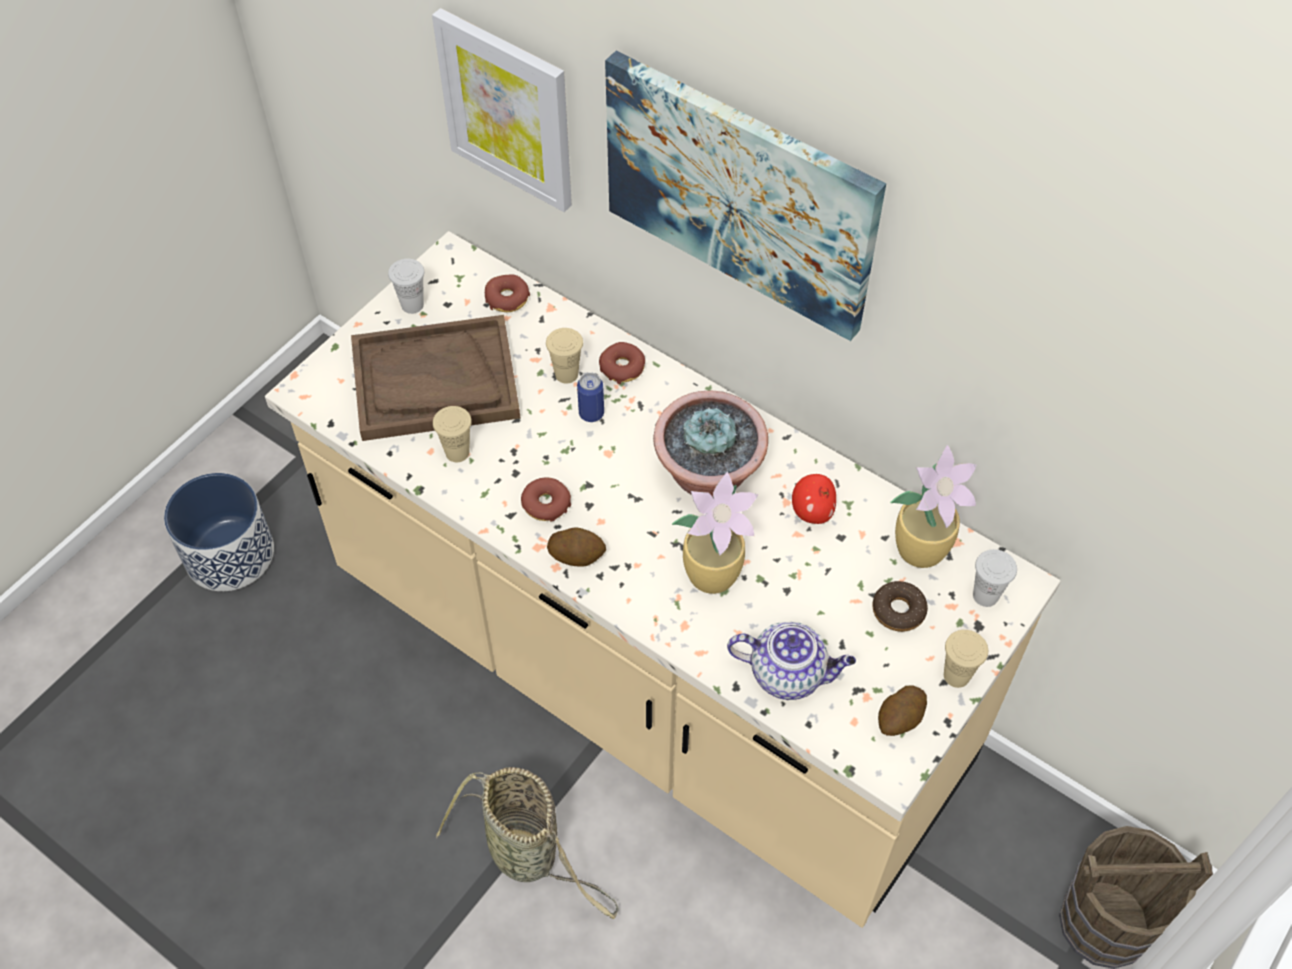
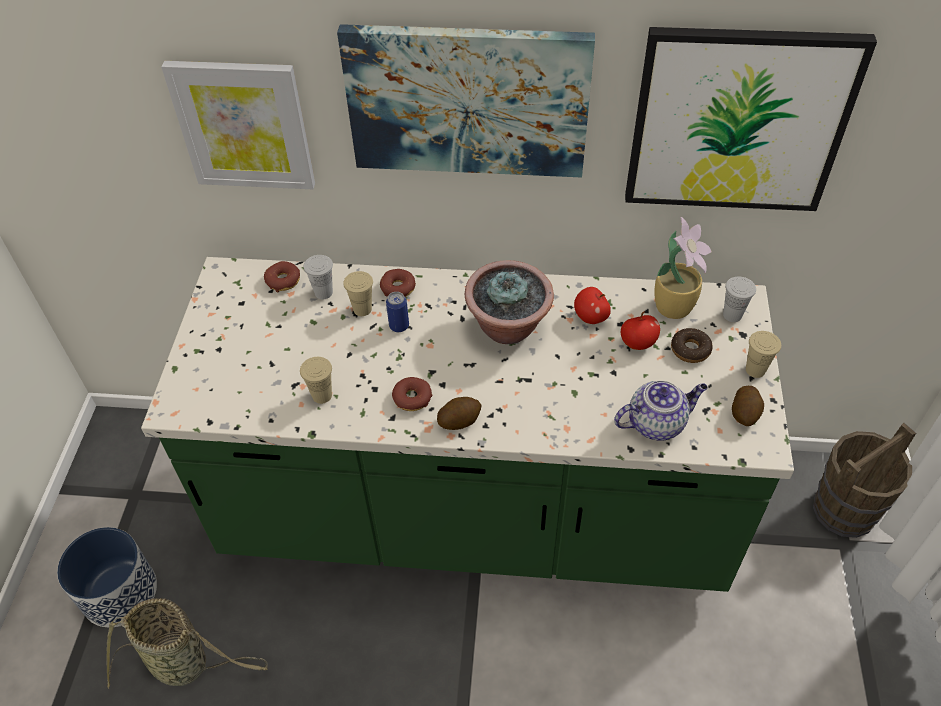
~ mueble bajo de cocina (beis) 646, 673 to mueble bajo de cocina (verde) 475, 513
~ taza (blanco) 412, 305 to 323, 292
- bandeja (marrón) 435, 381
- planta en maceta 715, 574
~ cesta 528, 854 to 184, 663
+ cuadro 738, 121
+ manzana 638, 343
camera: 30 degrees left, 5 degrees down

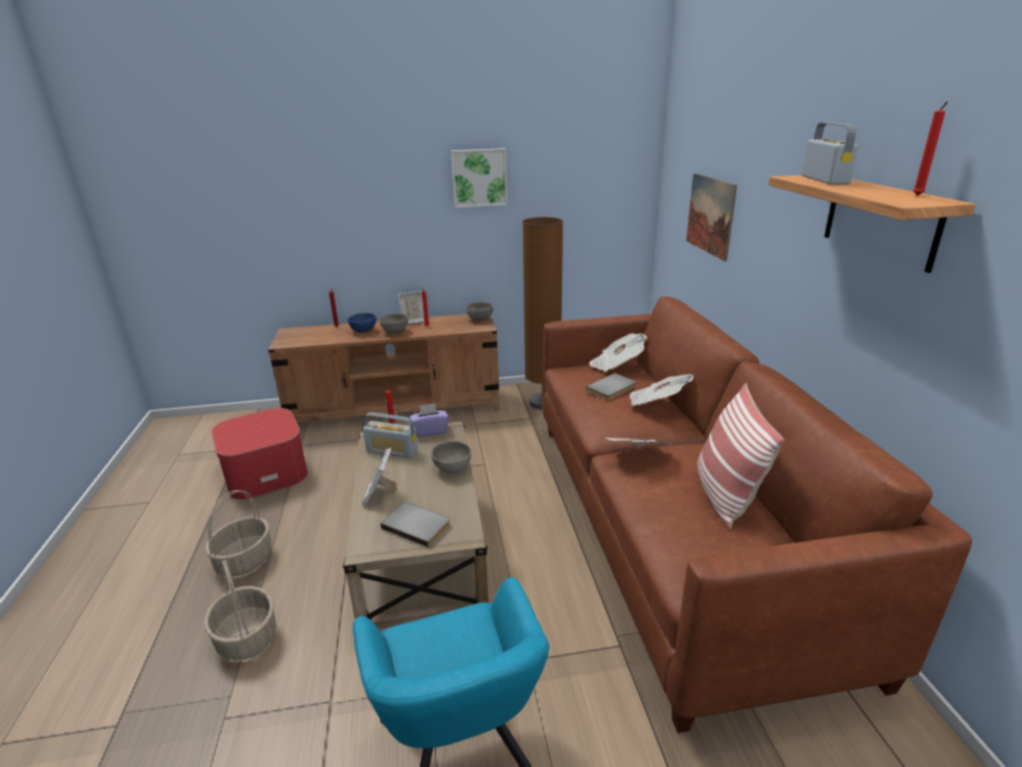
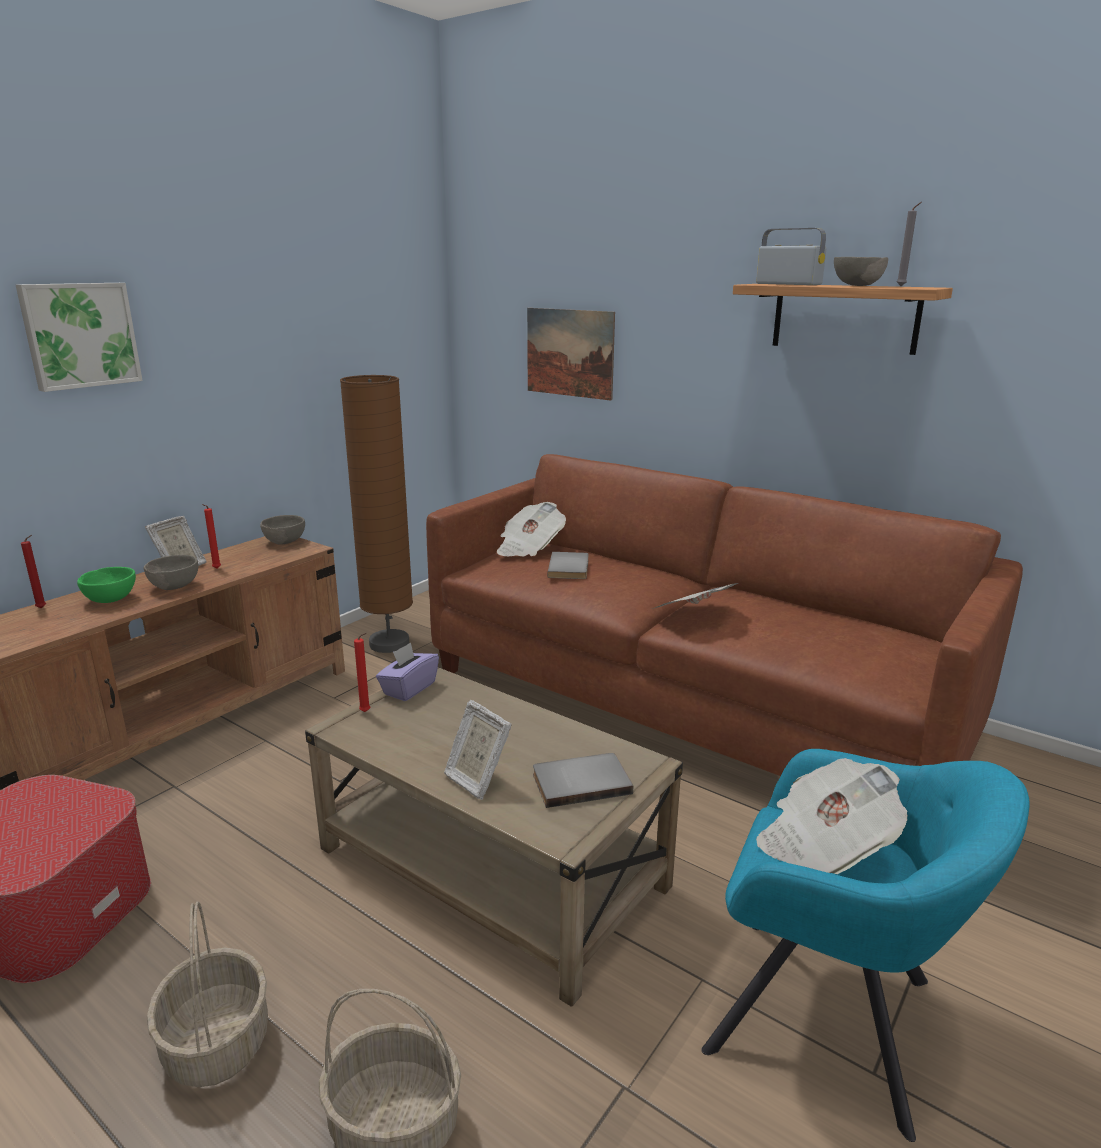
~ vela (rojo) 918, 196 to vela (gris) 902, 286
~ cuadro 479, 177 to 80, 335
~ cuenco (azul) 363, 331 to cuenco (verde) 111, 600
~ periódico 656, 403 to 824, 845
- cojín 725, 495
- radio 392, 451
~ cuenco (gris) 452, 469 to 858, 285
camera: 45 degrees left, 5 degrees down

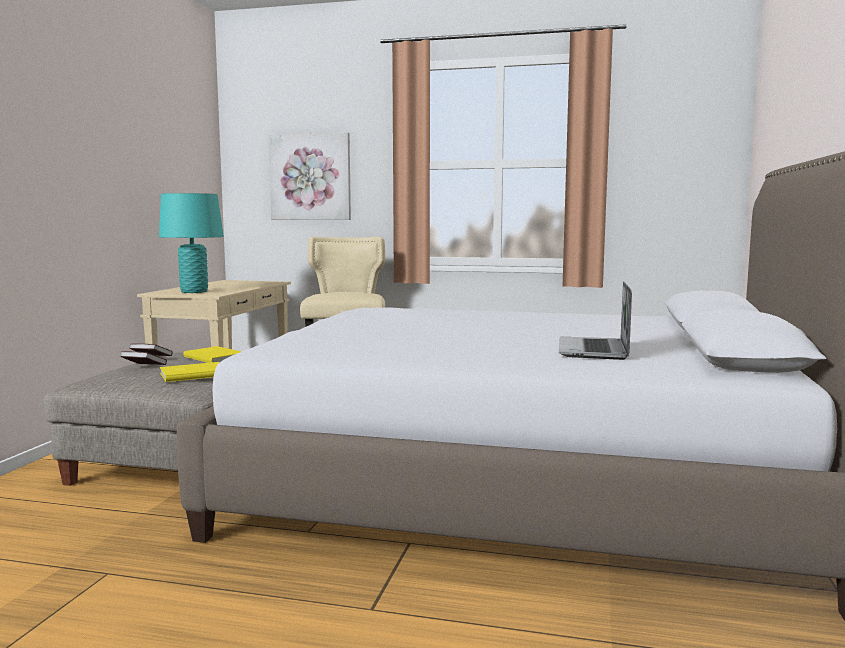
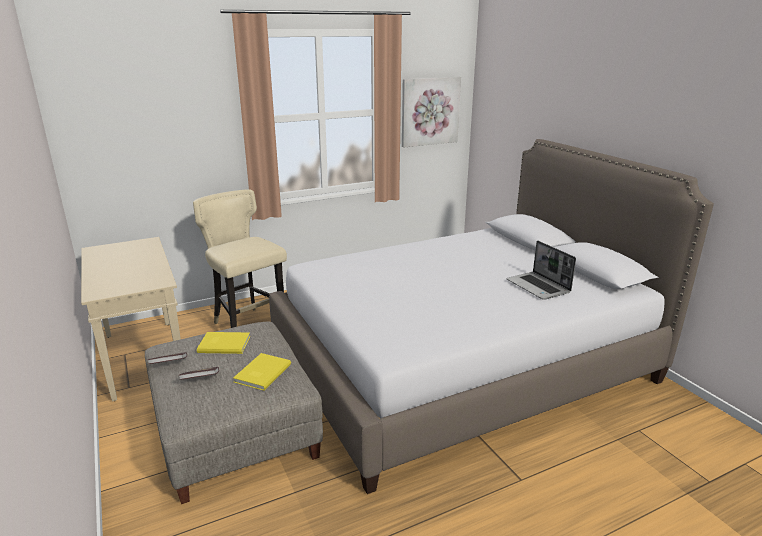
~ cuadro 310, 177 to 429, 111
- lámpara de mesa (turquesa) 194, 291
camera: 40 degrees left, 15 degrees up

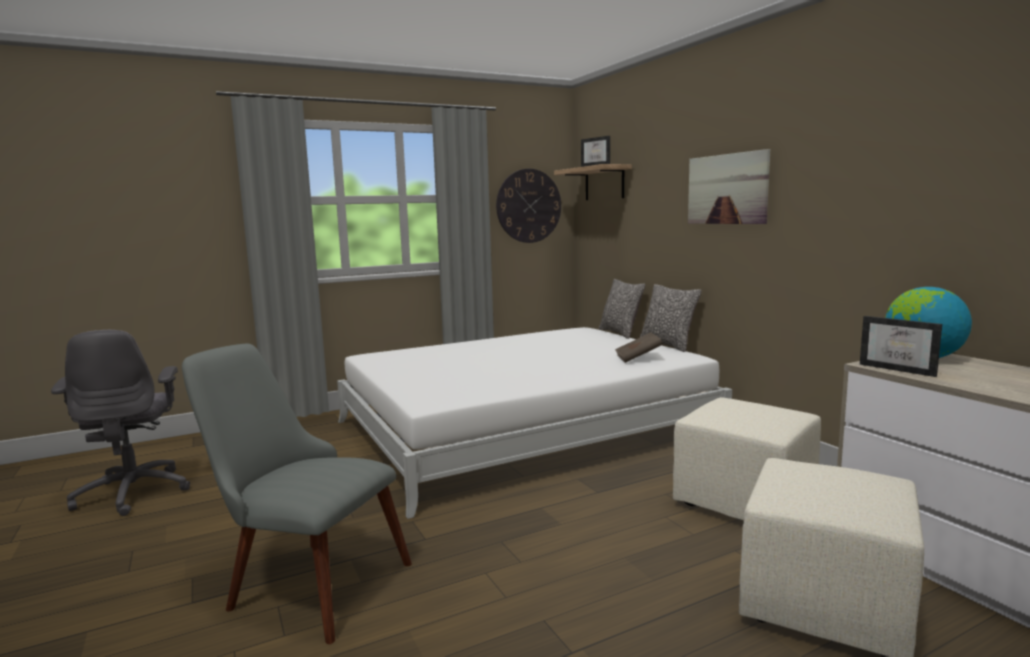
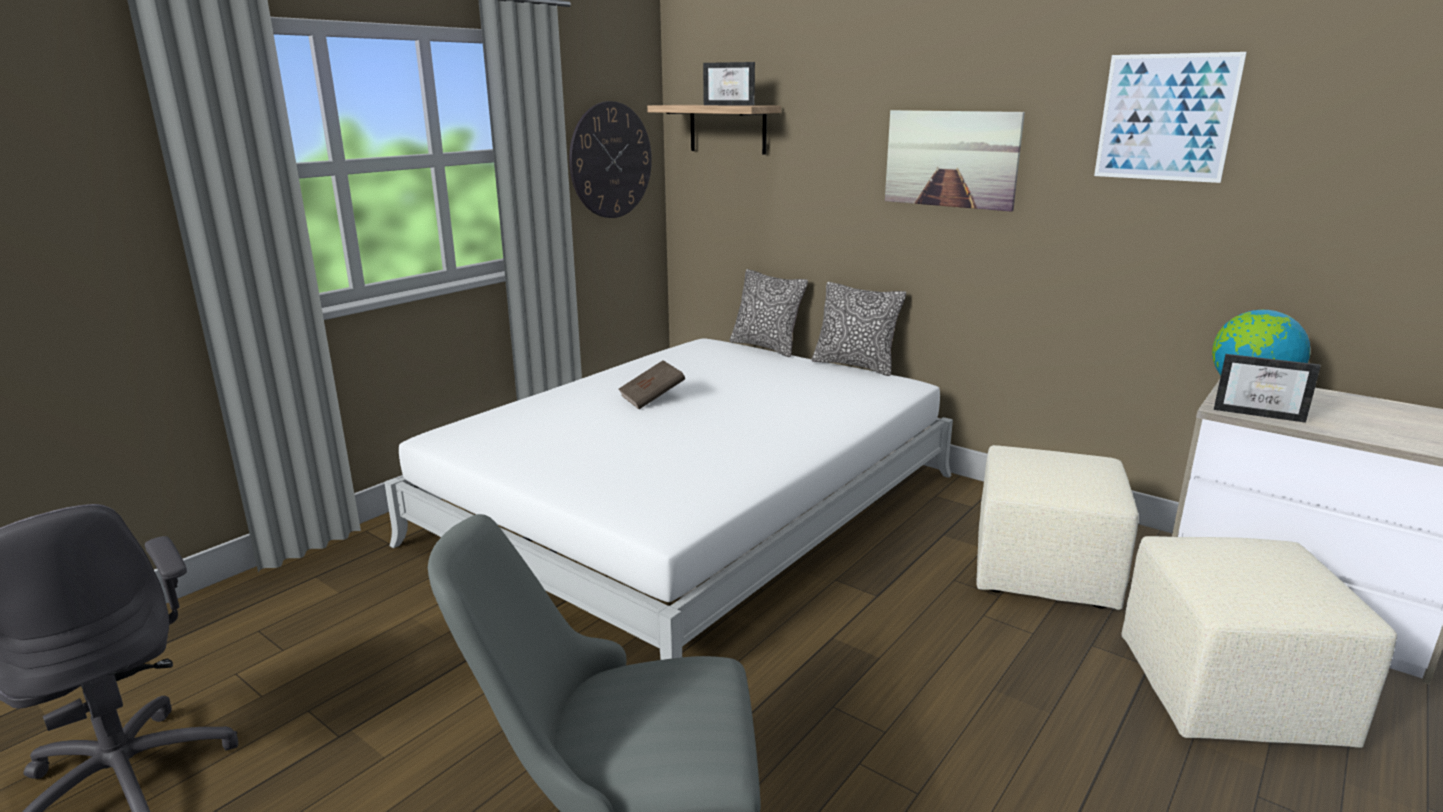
~ libro (marrón) 638, 358 to 652, 399
+ cuadro 1165, 117
camera: 25 degrees left, 10 degrees up

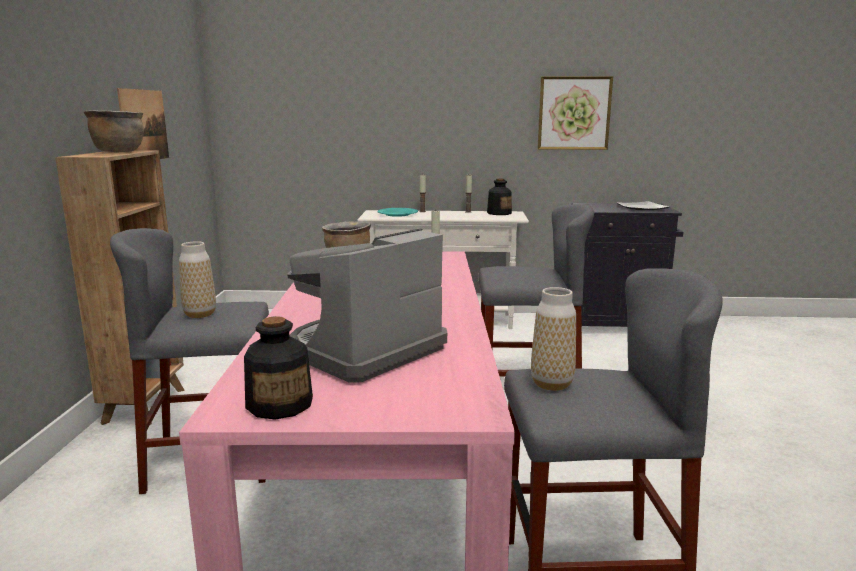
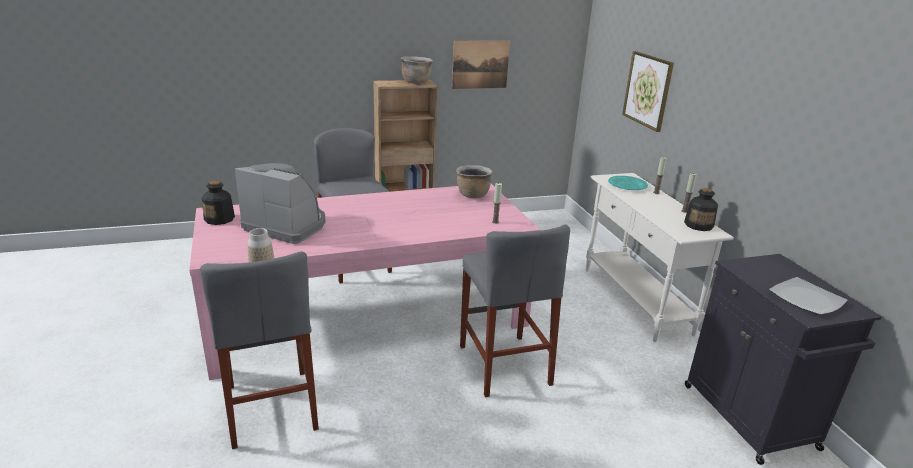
~ cuadro 574, 113 to 648, 90
- florero 200, 314
camera: 70 degrees right, 10 degrees up

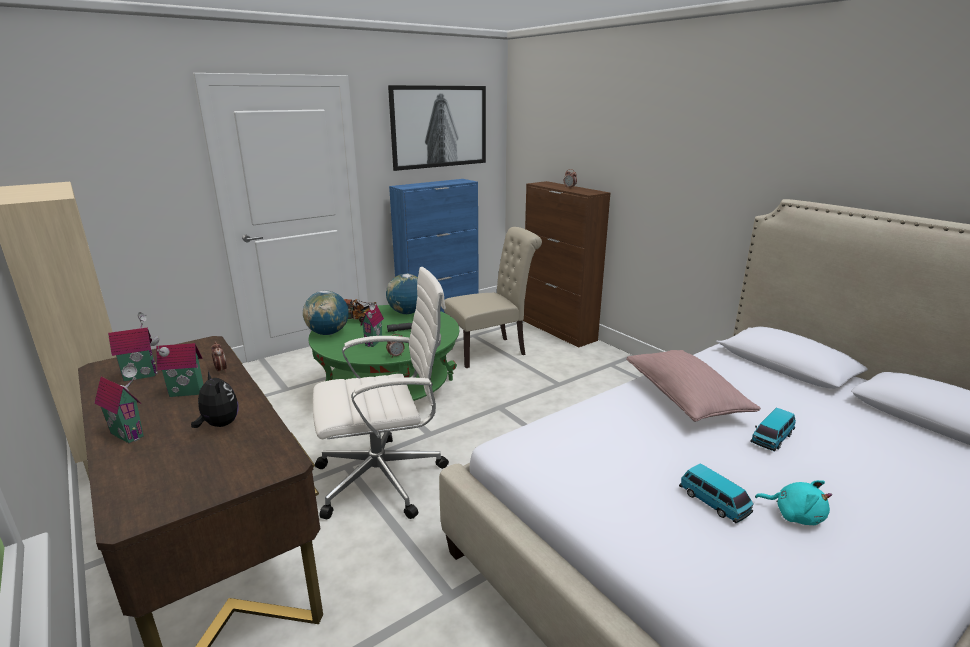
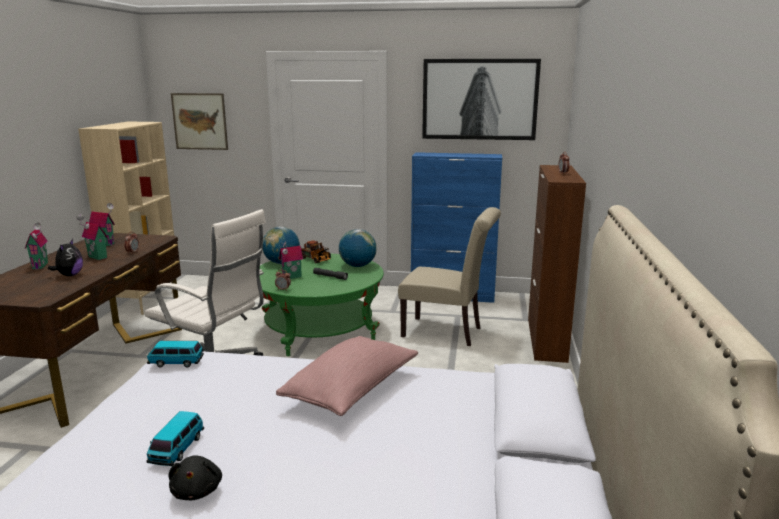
~ coche de juguete 772, 438 to 176, 362
~ peluche (turquesa) 794, 515 to peluche (negro) 197, 491
+ cuadro 200, 121
camera: 45 degrees right, 5 degrees down

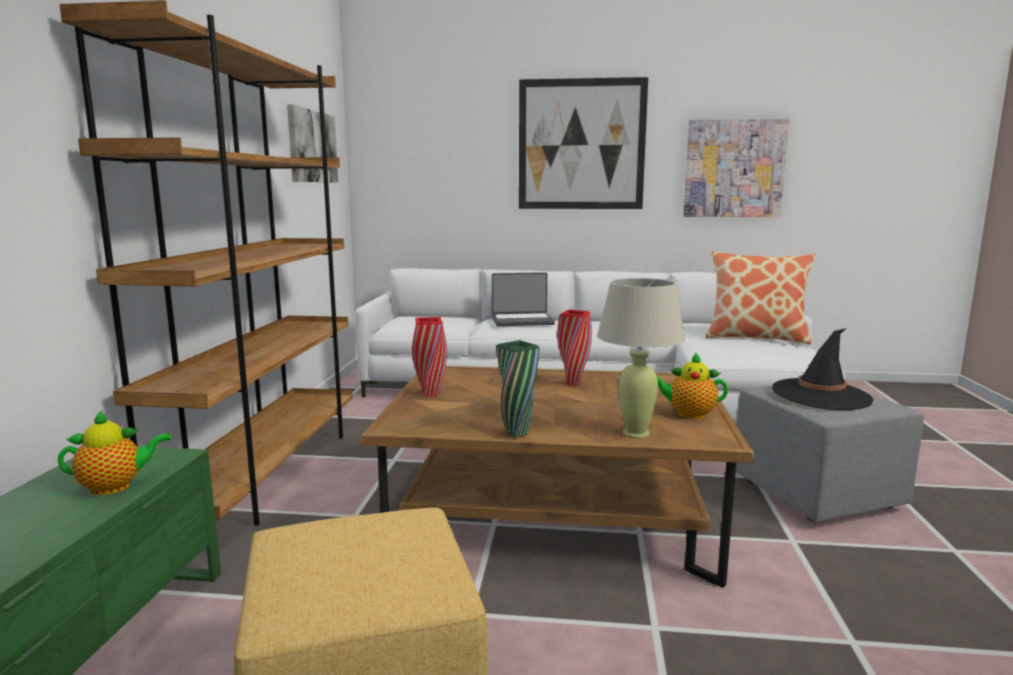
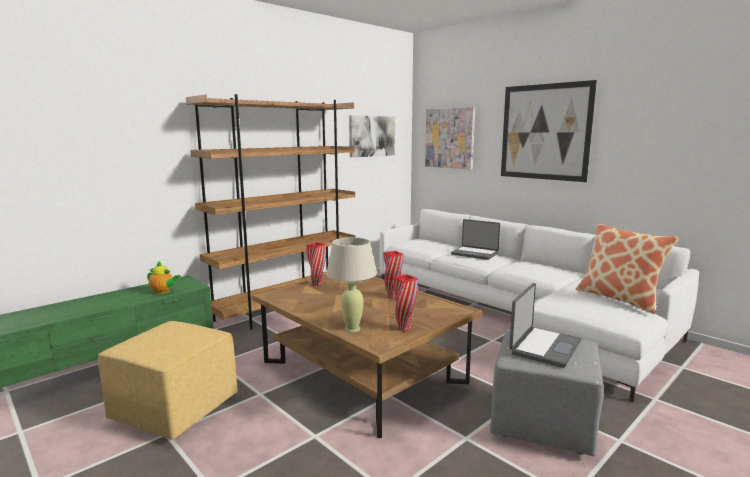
~ cuadro 734, 168 to 449, 138
~ sombrero (negro) 821, 395 to portátil 544, 347
- florero (verde) 517, 434
~ tetera 688, 414 to florero (rojo) 404, 329
camera: 40 degrees right, 0 degrees up

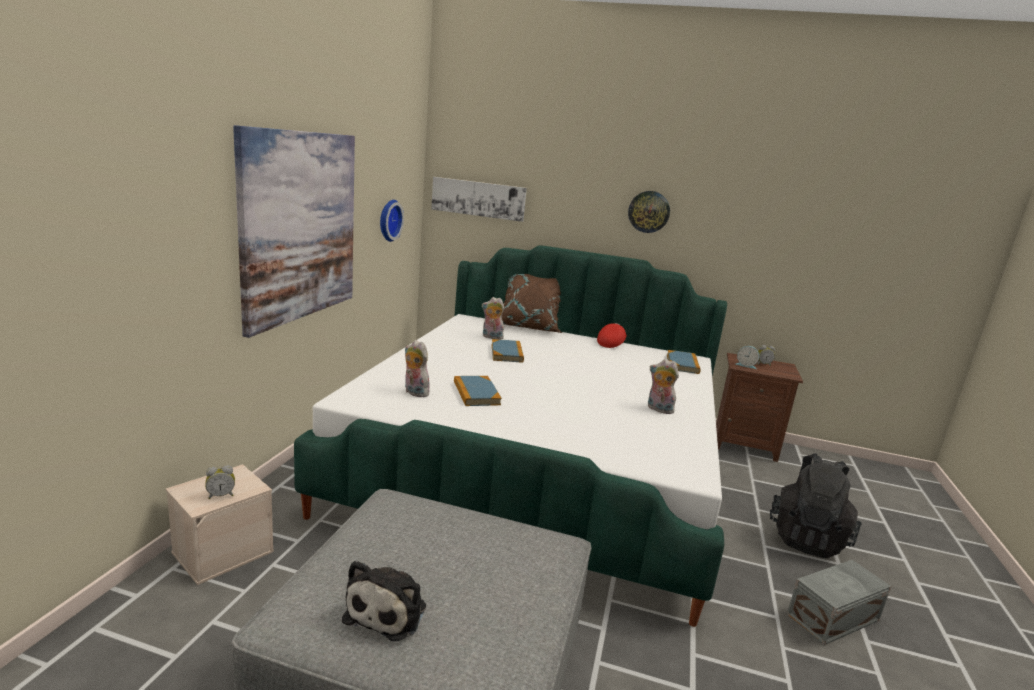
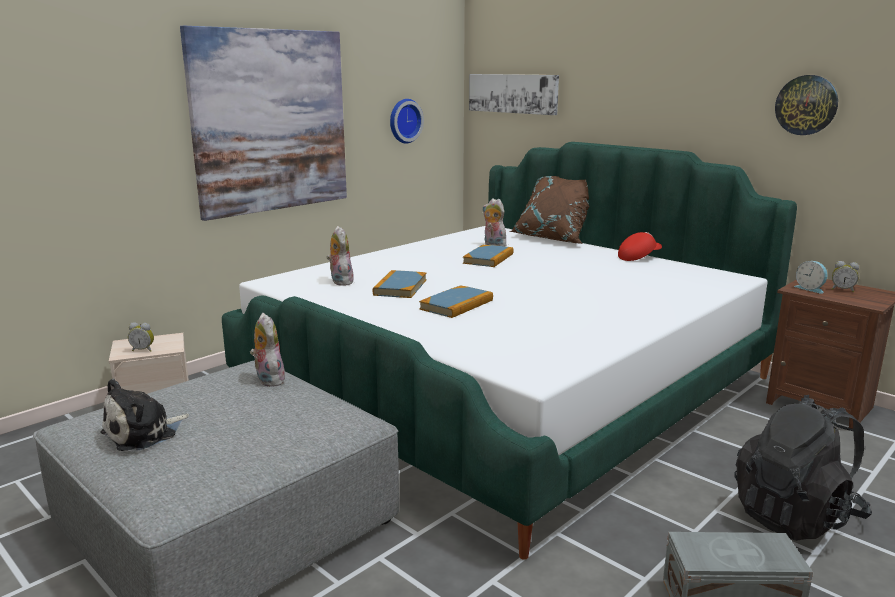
~ reloj de pared 649, 211 to 806, 105
~ libro 682, 364 to 457, 305
~ peluche 658, 409 to 268, 380
camera: 30 degrees right, 0 degrees up

